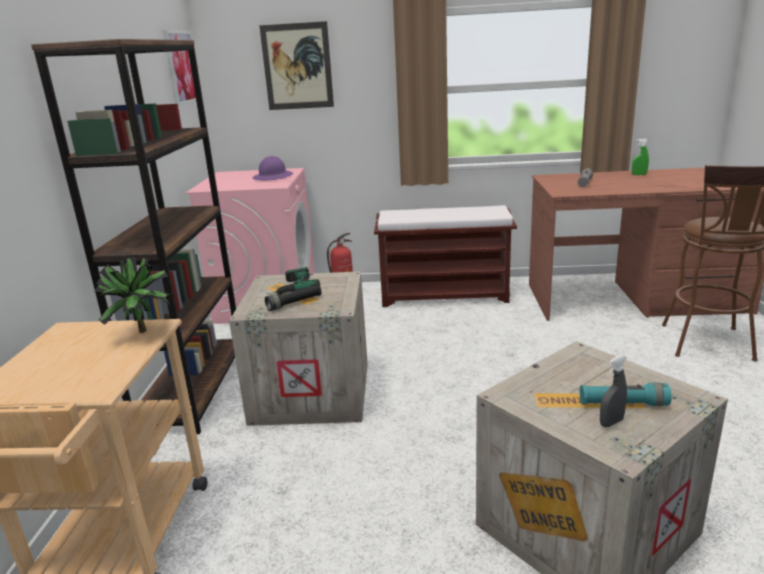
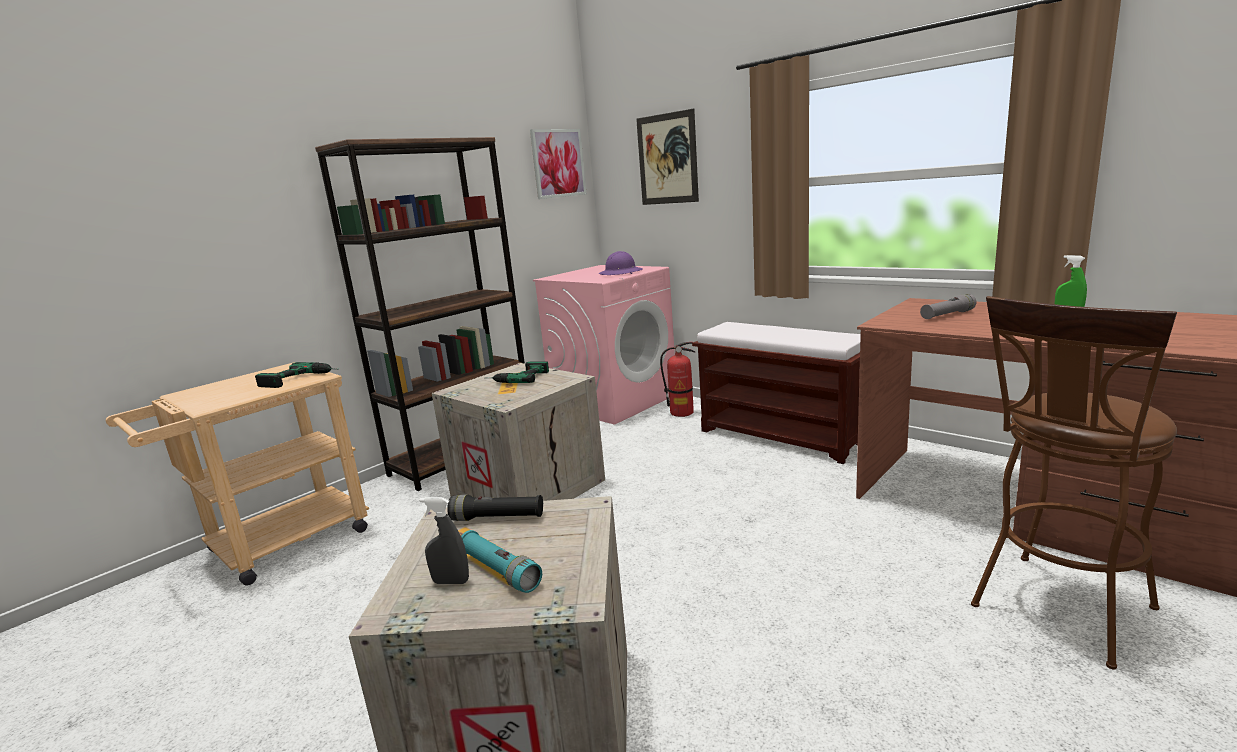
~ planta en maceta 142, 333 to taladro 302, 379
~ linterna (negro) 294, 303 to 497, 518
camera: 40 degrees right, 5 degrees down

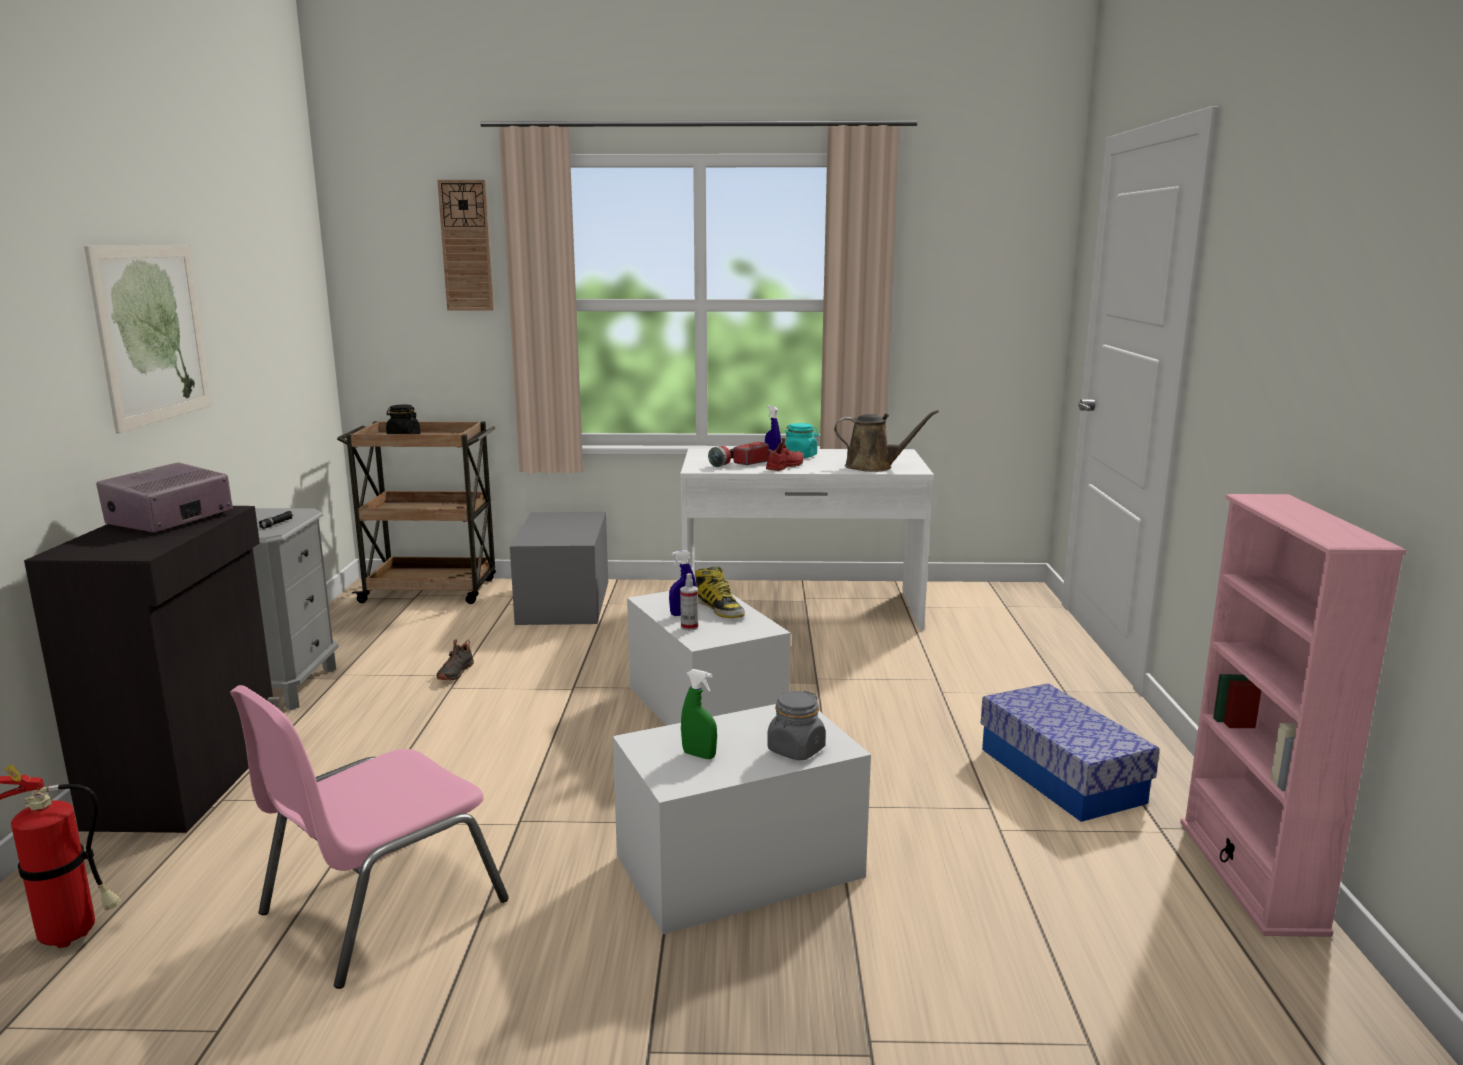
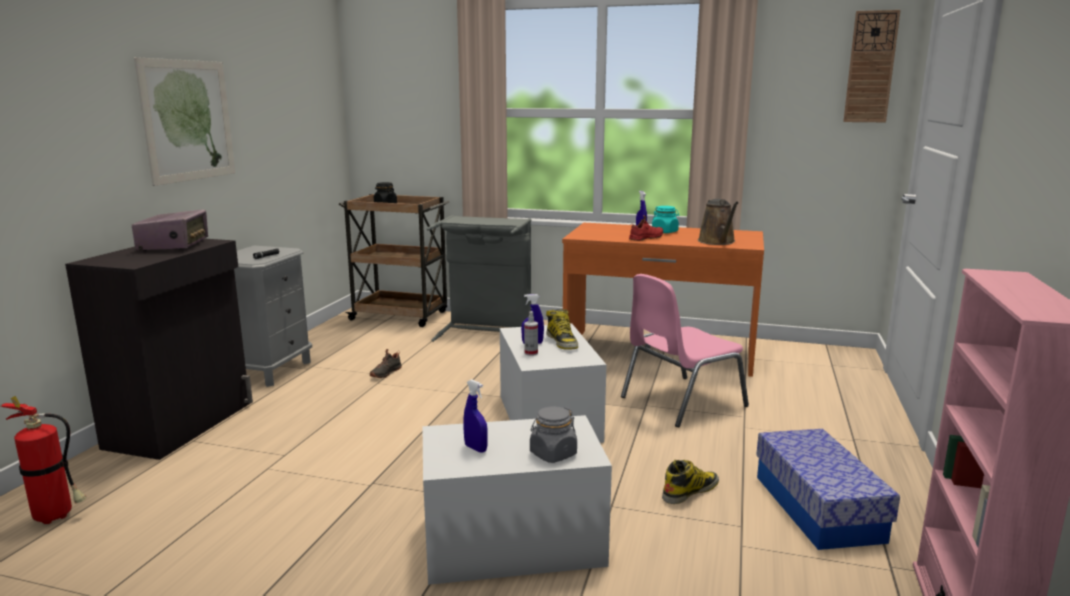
~ reloj de pared 466, 246 to 870, 67
~ regadera (marrón) 874, 467 = 717, 242 60 degrees clockwise
- linterna 738, 464
~ escritorio (blanco) 800, 609 to escritorio (naranja) 659, 352
~ radio 169, 520 = 174, 245 135 degrees clockwise
~ caja de almacenaje (gris) 564, 602 to cesto de la ropa (gris) 486, 331
~ pulverizador (verde) 699, 755 to pulverizador (azul) 475, 448
~ silla (rosa) 379, 907 to 680, 401
+ bota 690, 491
camera: 15 degrees right, 0 degrees up

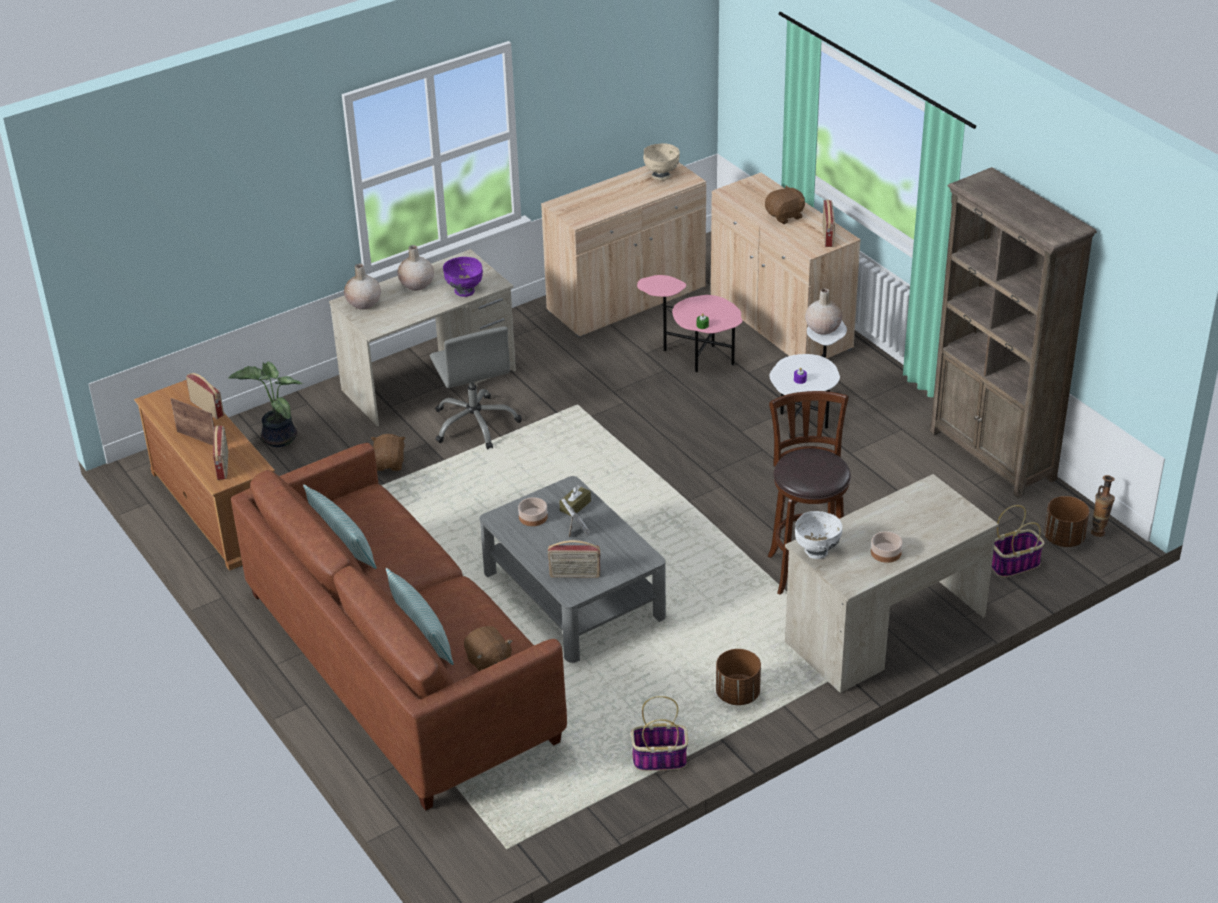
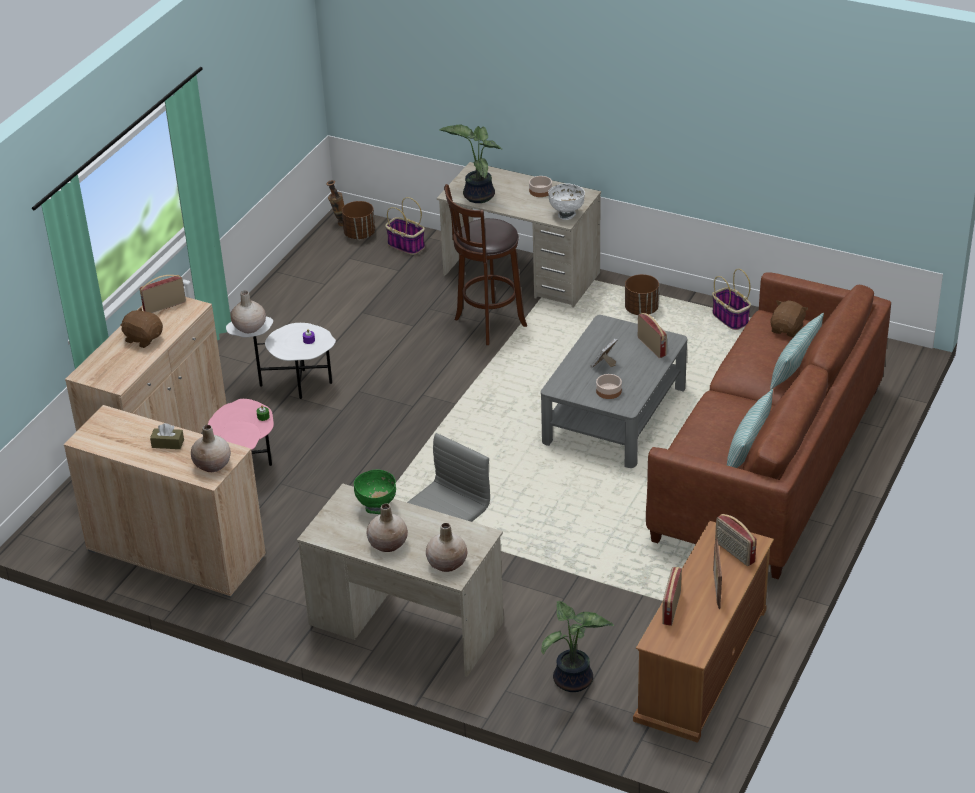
- cuenco (beis) 661, 176
- estantería (marrón) 992, 456
~ cuenco (morado) 464, 292 to cuenco (verde) 377, 507
~ radio 223, 465 = 734, 552 90 degrees counterclockwise
- peluche (marrón) 389, 464
~ caja de pañuelos (marrón) 575, 506 to 168, 443
+ planta en maceta 477, 195
+ florero (beis) 212, 465
camera: 120 degrees left, 0 degrees up

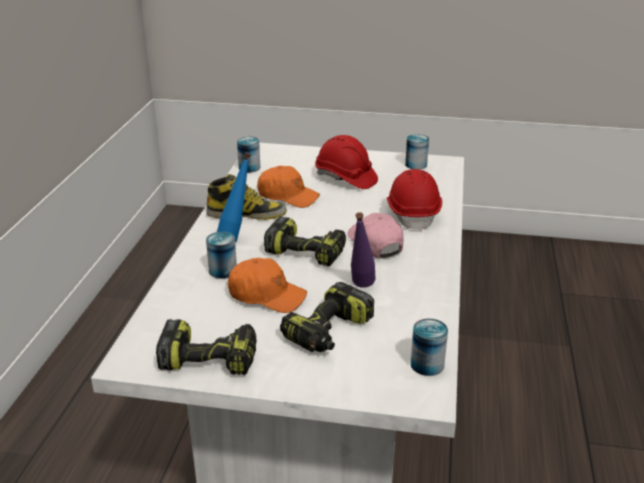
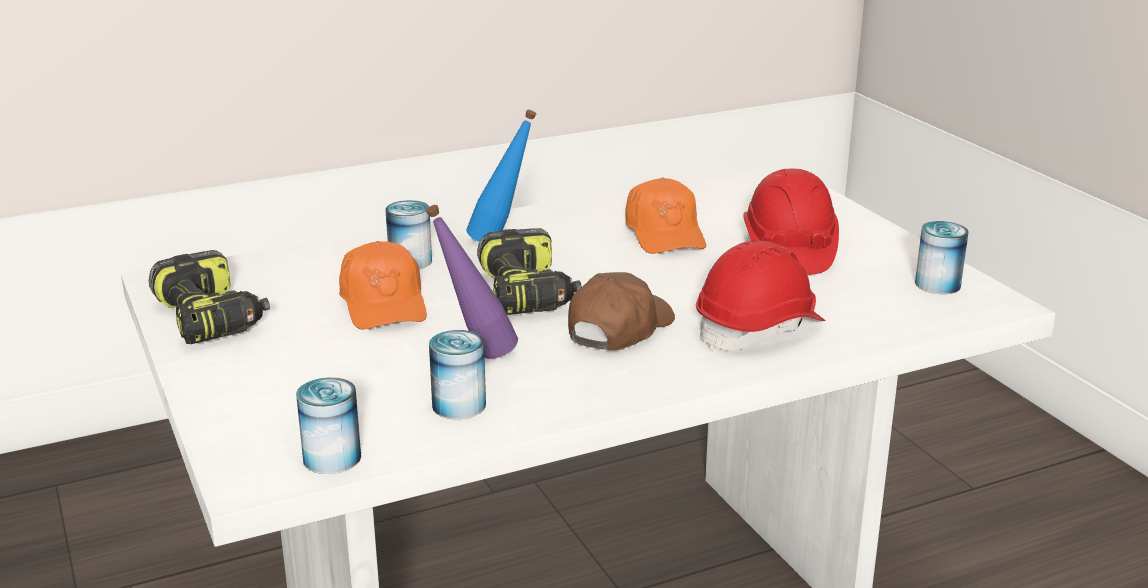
~ lata 249, 167 to 459, 405
- bota 246, 214
~ gorra (rosa) 375, 243 to gorra (marrón) 619, 329
- taladro 329, 332
camera: 55 degrees right, 5 degrees down

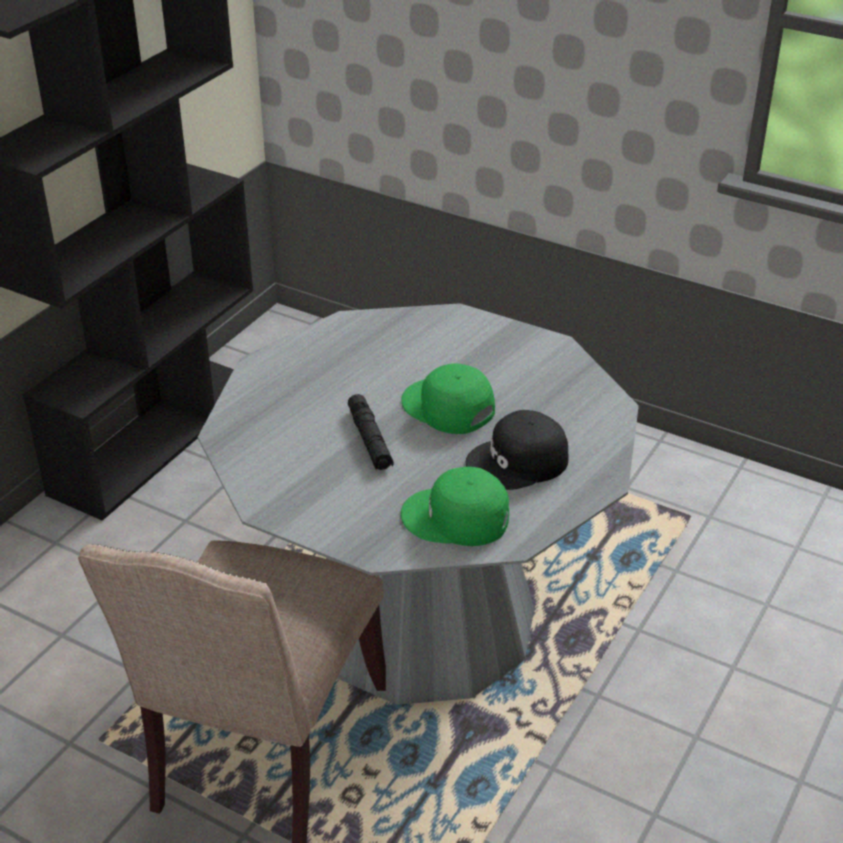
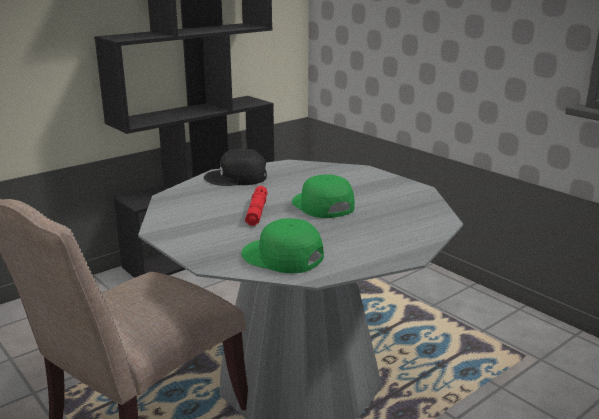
~ linterna (negro) 370, 440 to linterna (rojo) 257, 212
~ gorra (negro) 518, 462 to 236, 177
camera: 20 degrees right, 15 degrees down

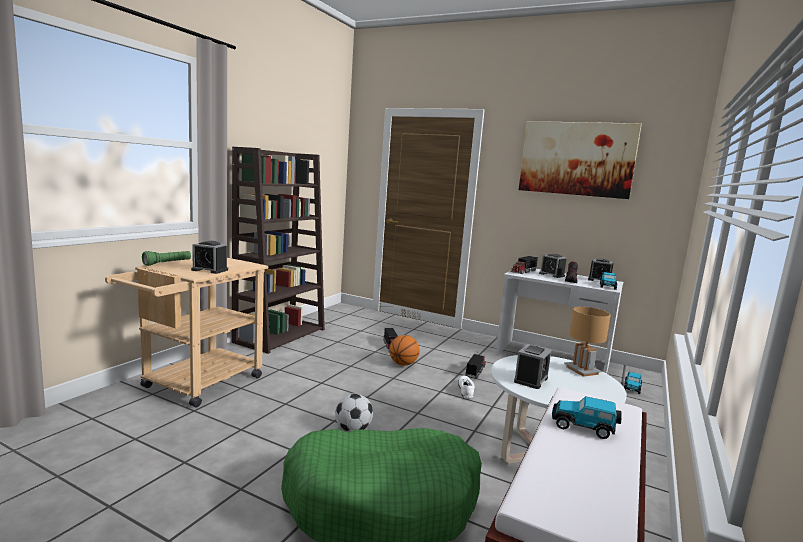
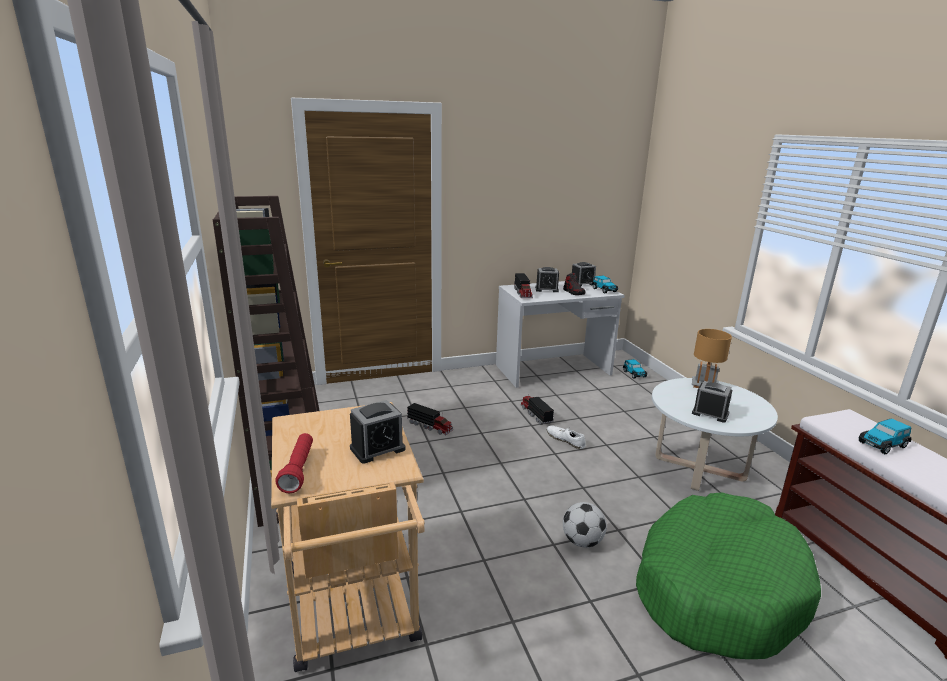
- cuadro 576, 159
~ linterna (verde) 167, 263 to linterna (rojo) 298, 470
- balón de baloncesto 403, 364
~ despertador 531, 380 = 710, 413 45 degrees counterclockwise
camera: 45 degrees left, 10 degrees up

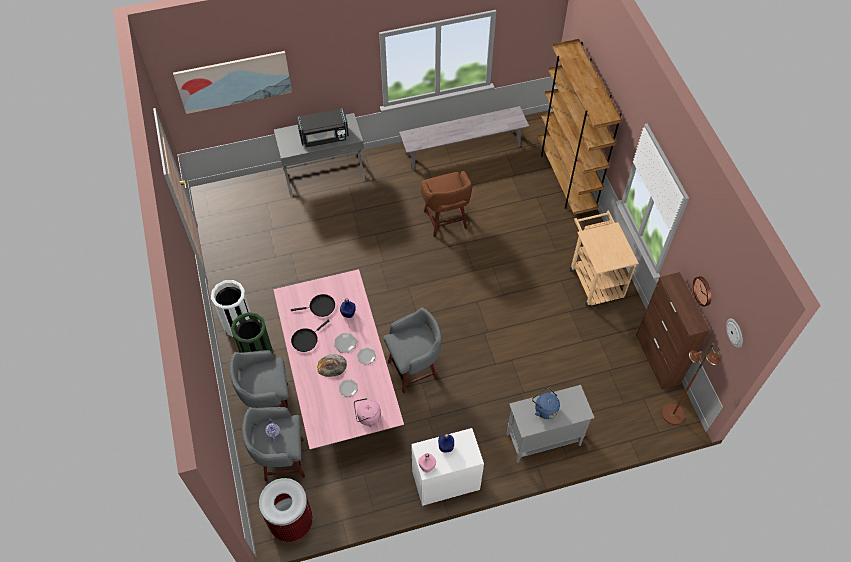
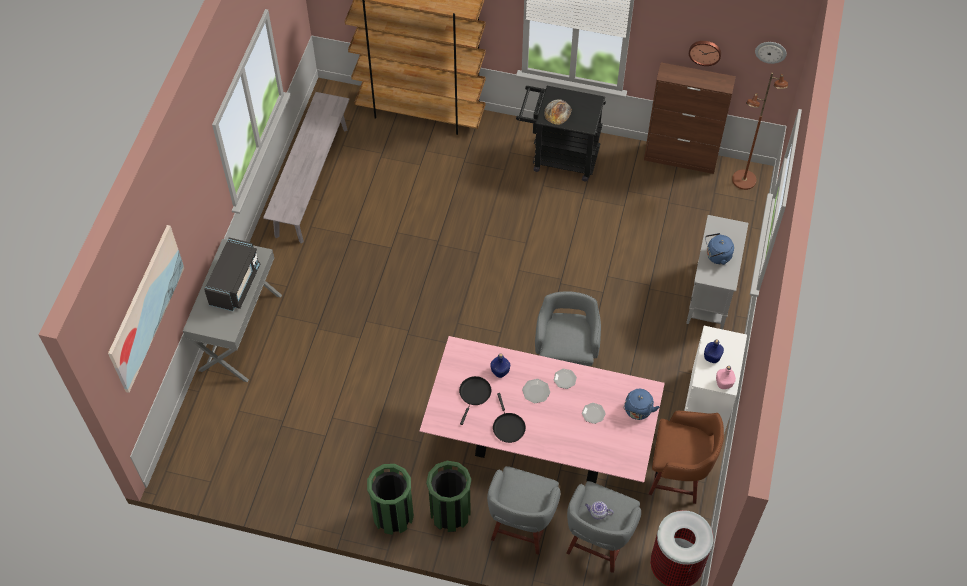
~ taburete (marrón) 445, 221 to 678, 477
~ carrito (beis) 594, 278 to carrito (negro) 559, 157
~ papelera (blanco) 238, 324 to papelera (verde) 393, 515
~ pan 331, 365 to 557, 112
~ hervidor (rosa) 367, 417 to hervidor (azul) 637, 411
camera: 60 degrees left, 0 degrees up

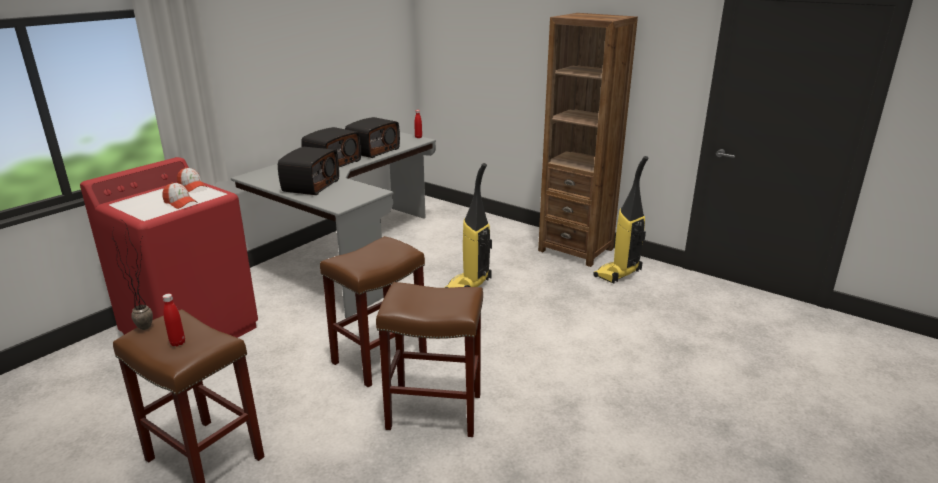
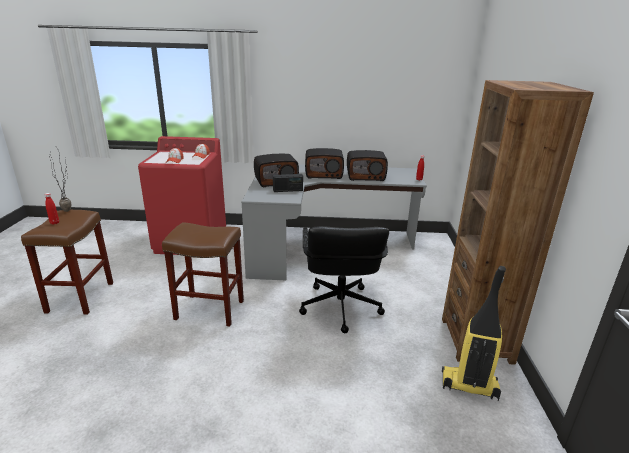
~ aspiradora 469, 286 to silla de oficina (negro) 339, 307
- taburete (marrón) 436, 411
+ radio 288, 190
camera: 55 degrees right, 0 degrees up

